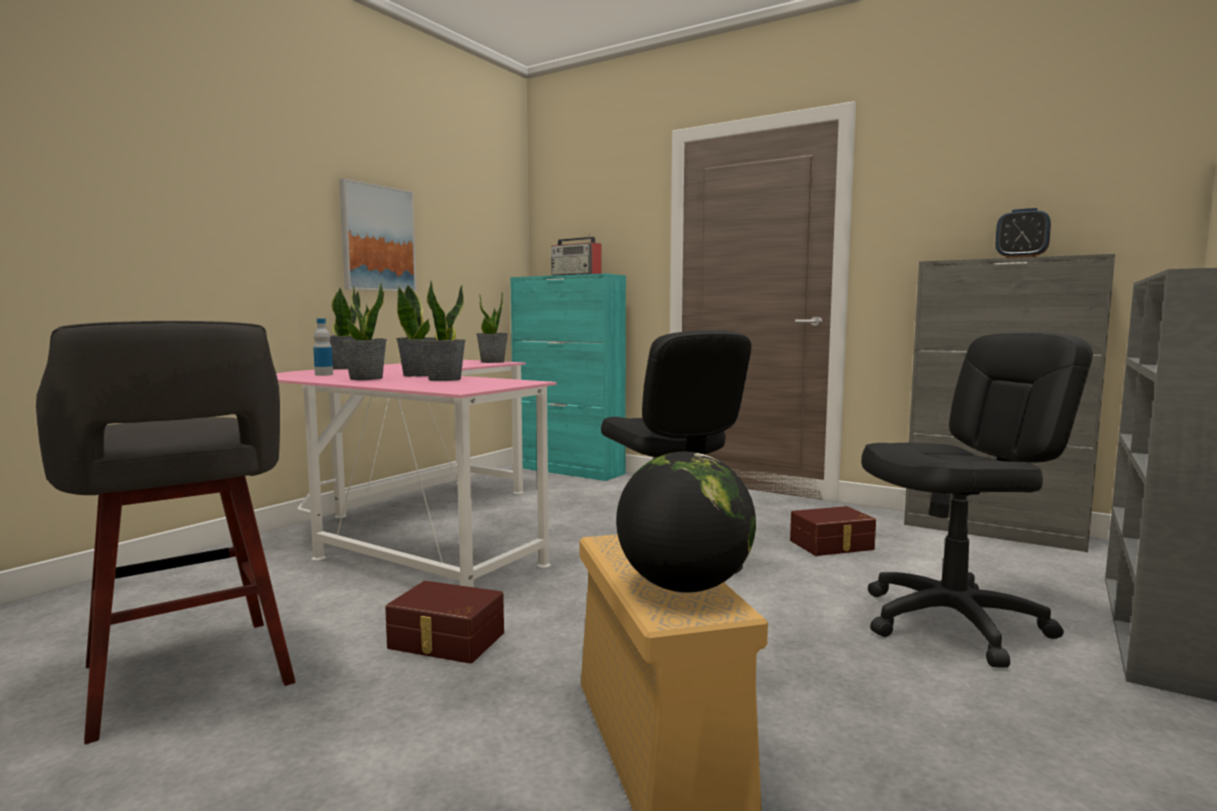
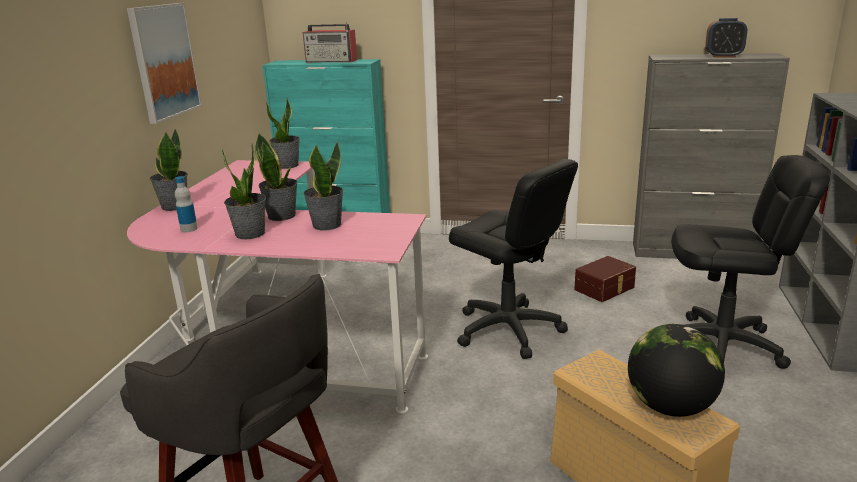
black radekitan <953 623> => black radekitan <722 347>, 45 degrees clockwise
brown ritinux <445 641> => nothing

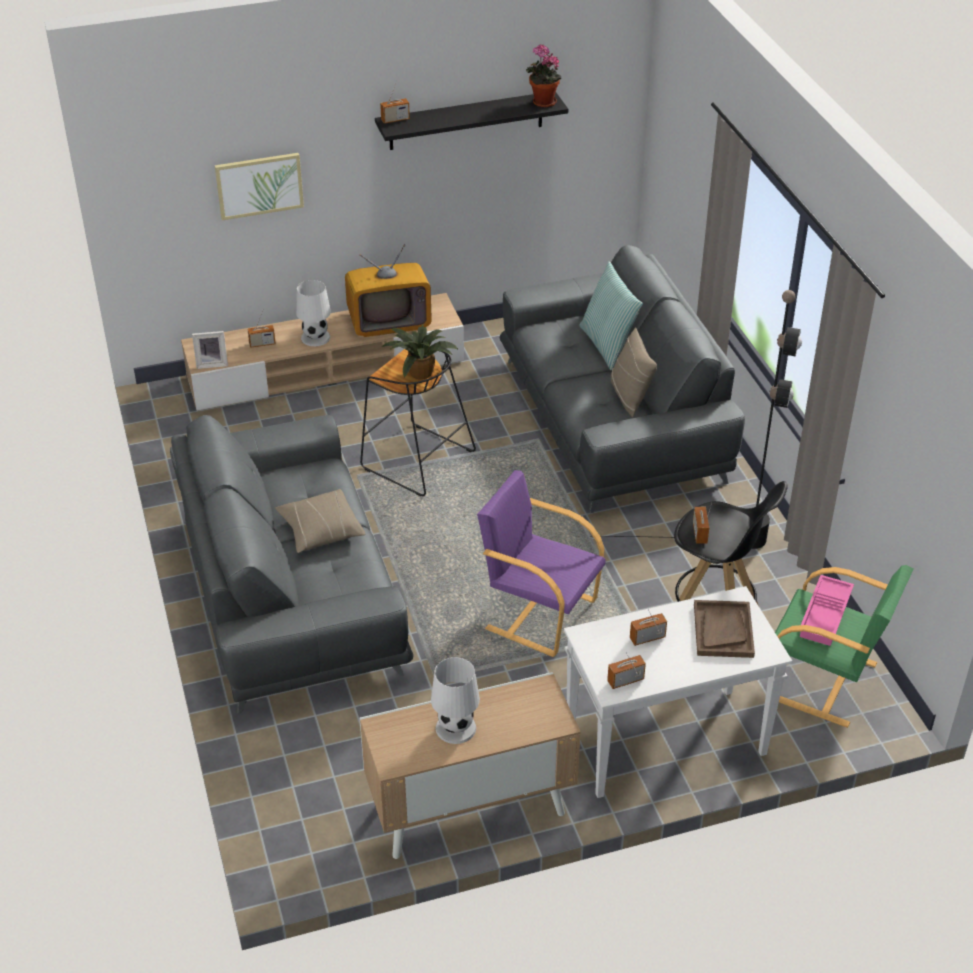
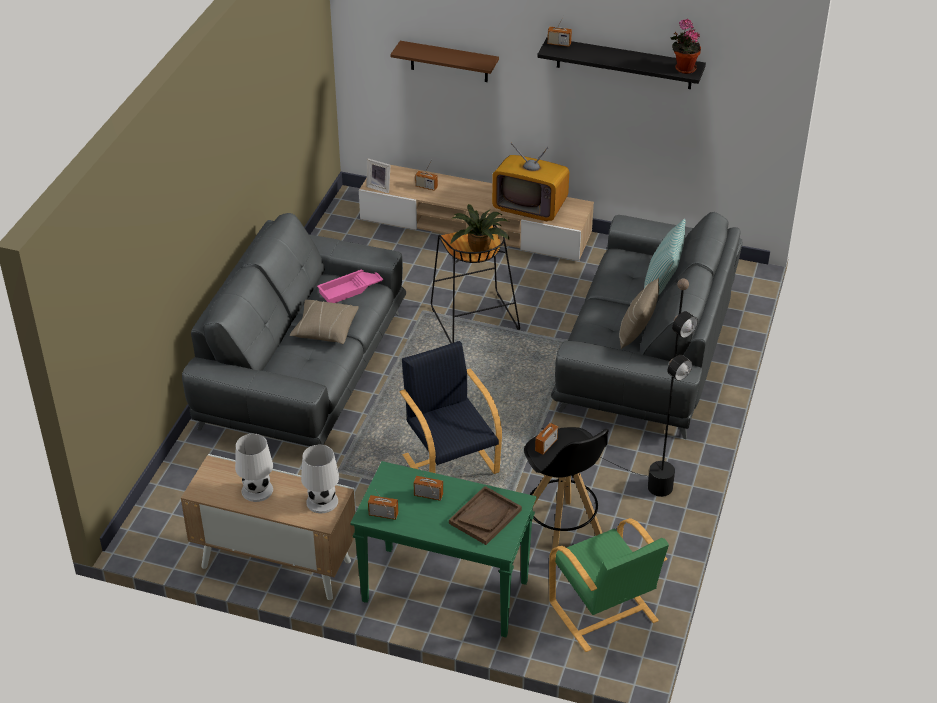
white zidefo <315 337> => white zidefo <321 501>, shifted
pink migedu <826 615> => pink migedu <350 289>, shifted
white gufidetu <664 744> => green gufidetu <443 592>
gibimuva <259 185> => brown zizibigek <449 62>
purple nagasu <539 613> => black nagasu <450 463>

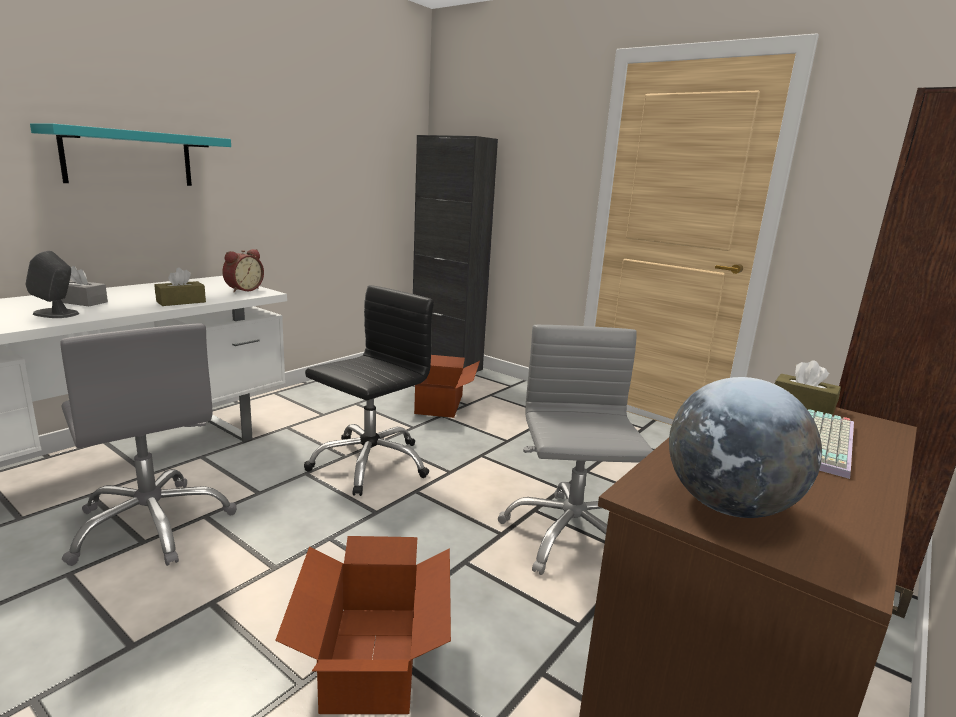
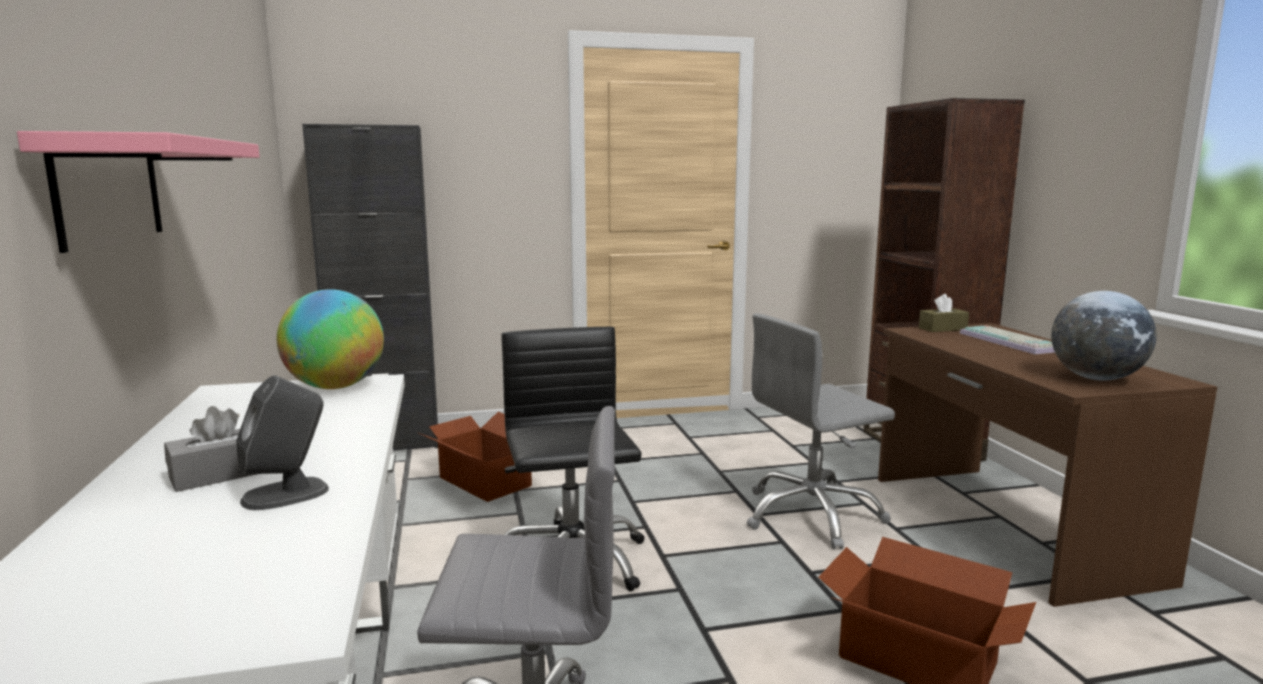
turquoise zizibigek <128 158> => pink zizibigek <109 190>
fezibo <243 289> => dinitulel <335 387>
grey radekitan <570 535> => grey radekitan <812 515>, 60 degrees counterclockwise
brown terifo <181 302> => nothing

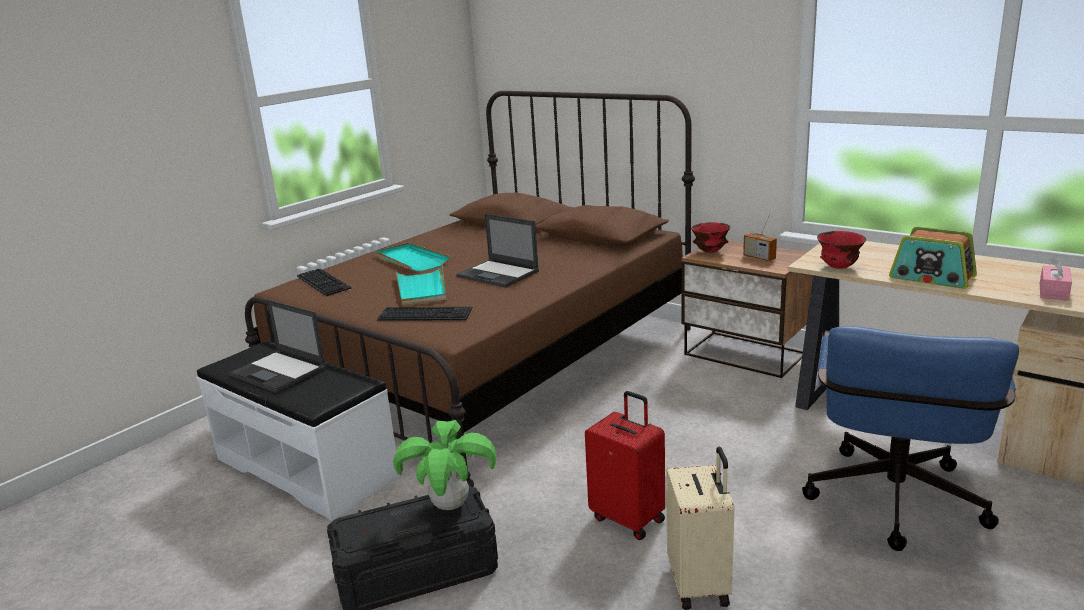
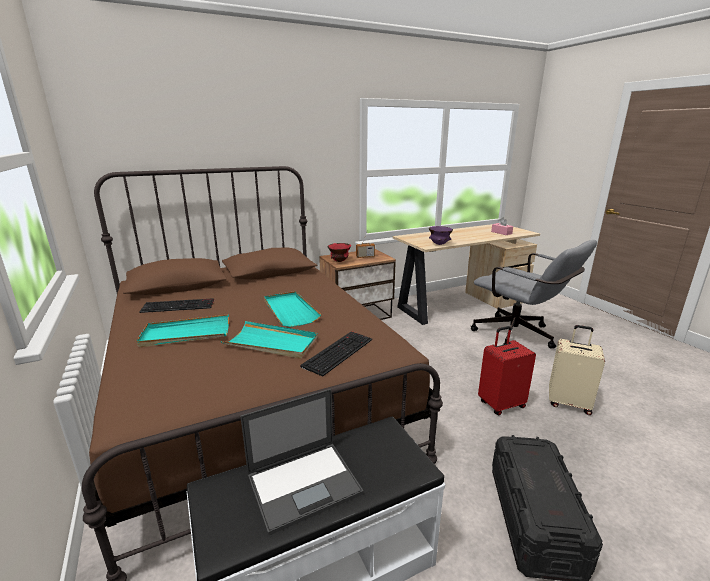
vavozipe <325 282> => vavozipe <179 305>, shifted
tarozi <498 274> => turquoise migedu <290 311>
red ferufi <839 268> => purple ferufi <439 244>
blue radekitan <893 507> => grey radekitan <520 337>
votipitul <450 505> => nothing
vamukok <931 277> => nothing

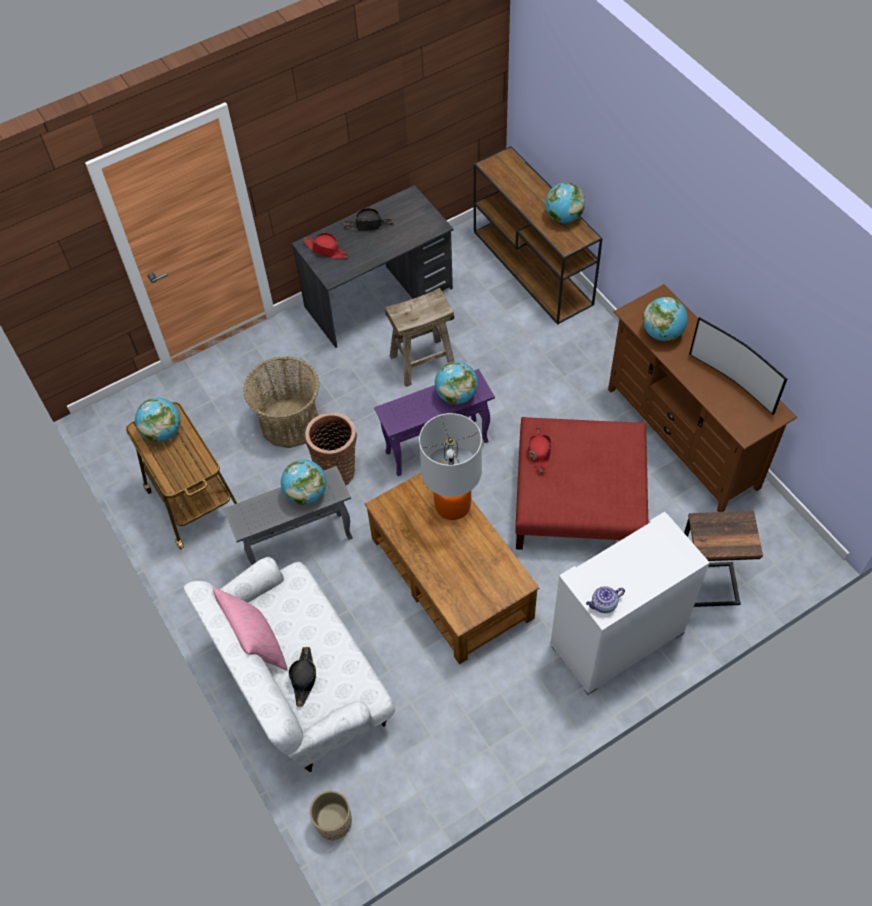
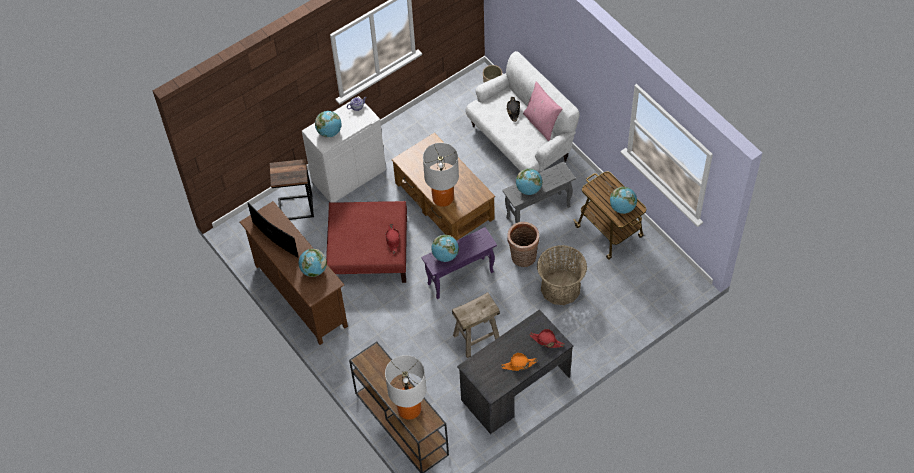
dinitulel <563 217> => dinitulel <329 132>, shifted
nothing => zidefo <409 409>
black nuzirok <369 225> => orange nuzirok <519 364>

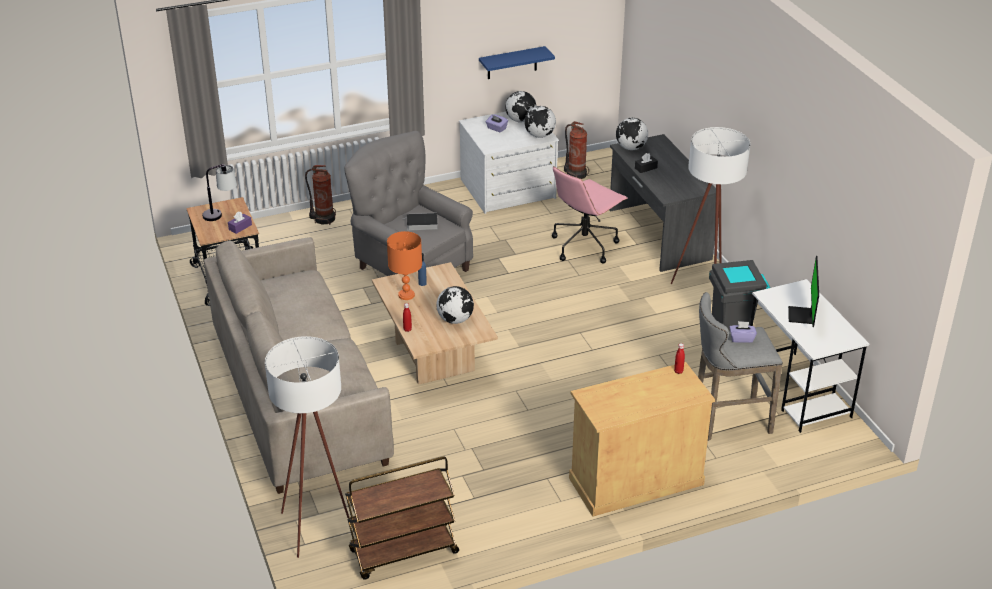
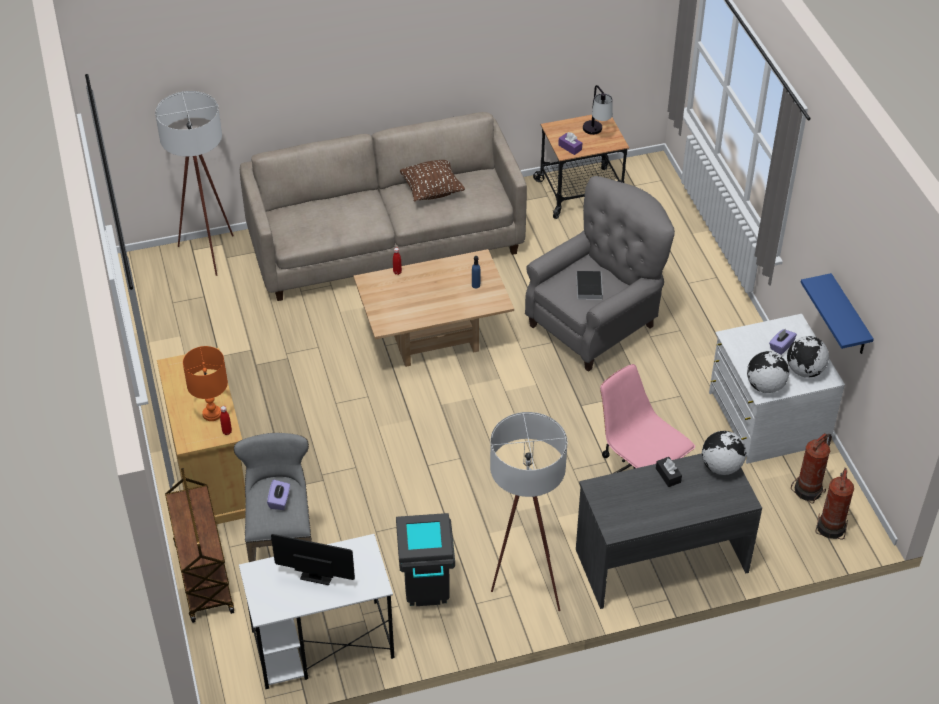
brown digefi <403 552> => brown digefi <203 577>, shifted
orange zidefo <406 295> => orange zidefo <212 413>, shifted
nothing => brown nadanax <432 190>
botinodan <323 218> => botinodan <831 527>, shifted
dinitulel <455 320> => nothing

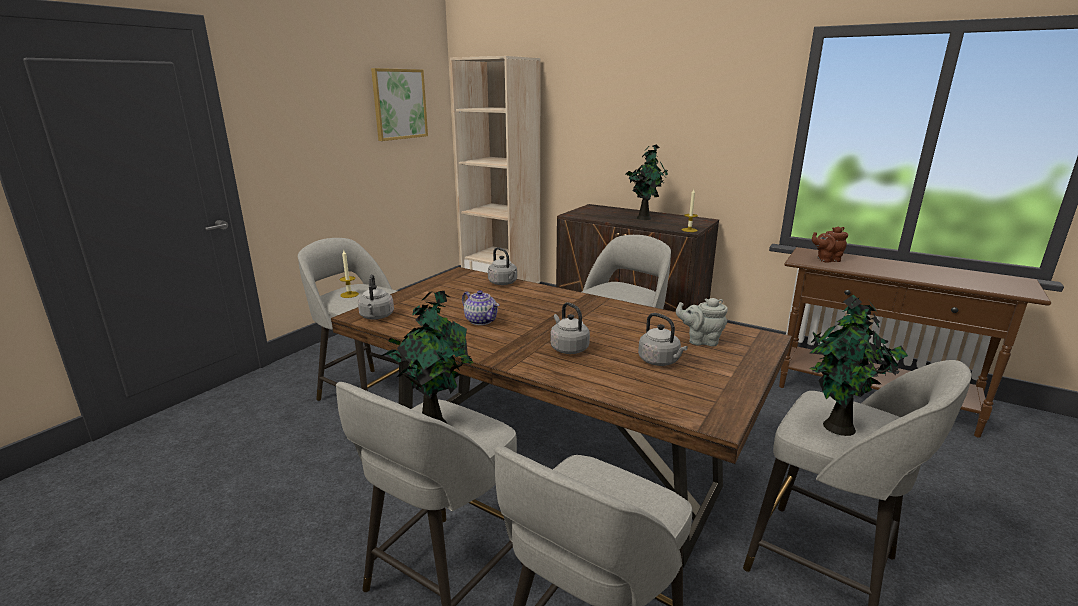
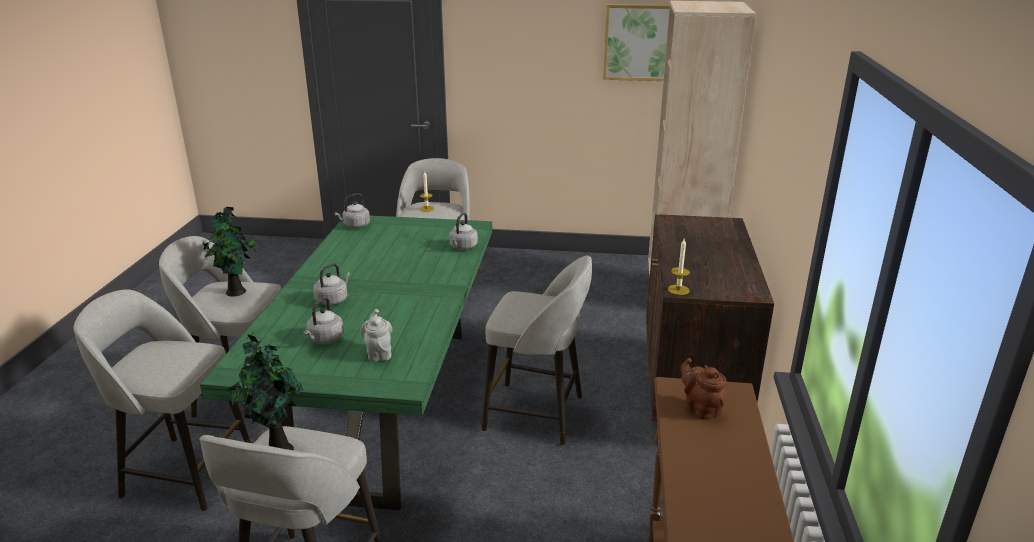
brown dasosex <553 464> => green dasosex <386 407>
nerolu <481 320> => nothing
votipitul <644 218> => nothing

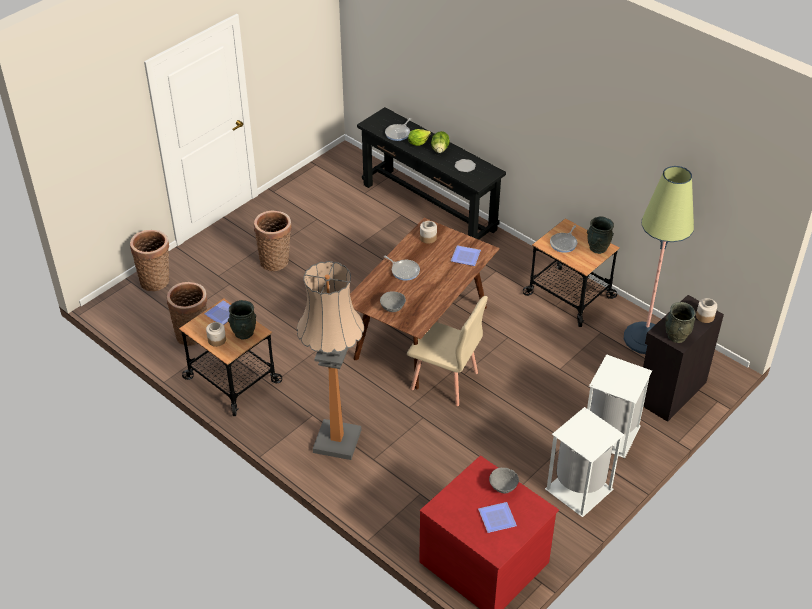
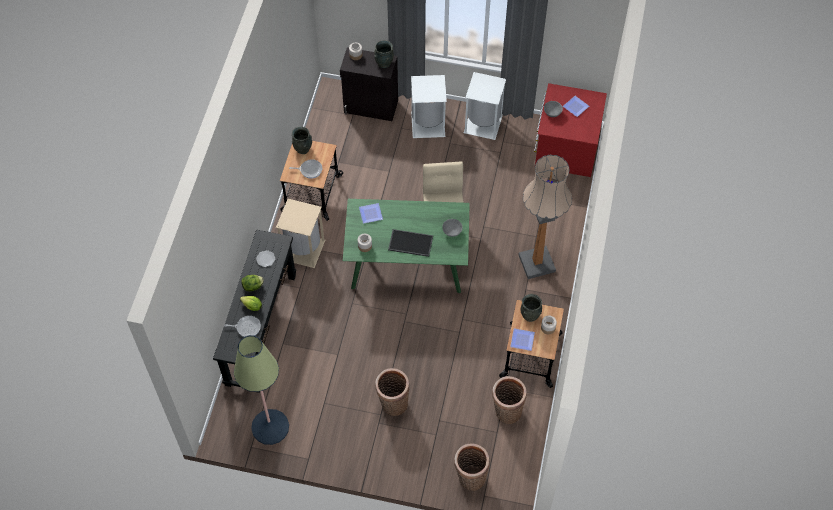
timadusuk <645 338> => timadusuk <270 427>, shifted
nothing => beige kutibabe <303 249>
brown dasosex <422 333> => green dasosex <407 264>
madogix <404 271> => migedu <410 243>

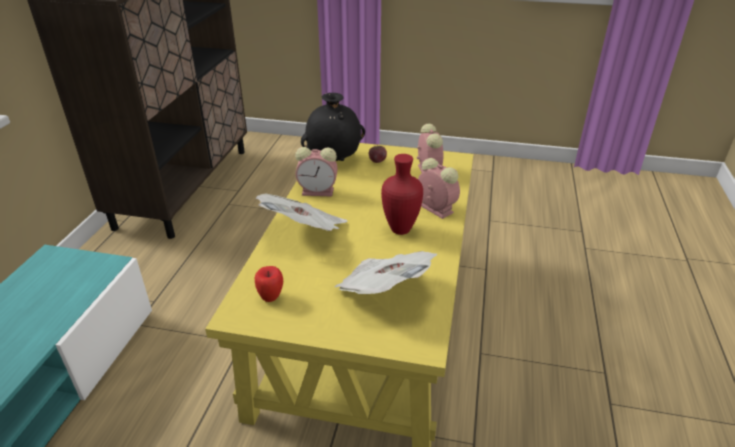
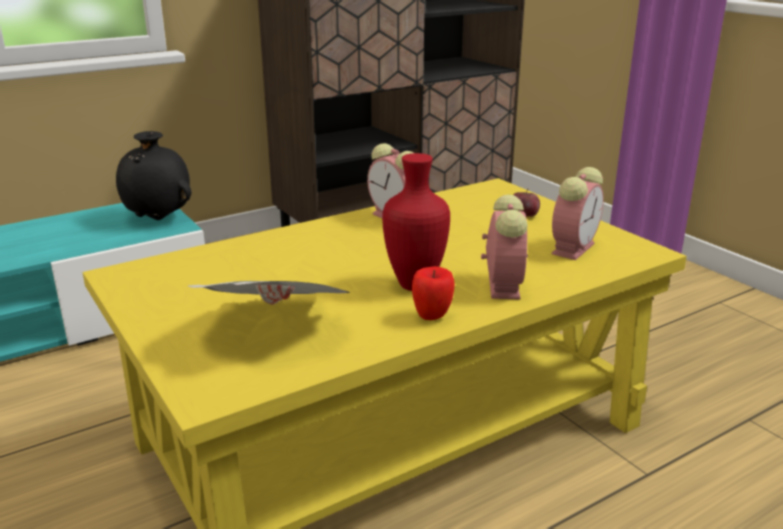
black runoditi <334 159> => black runoditi <159 218>, shifted
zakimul <271 297> => zakimul <432 317>, shifted
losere <305 231> => nothing

